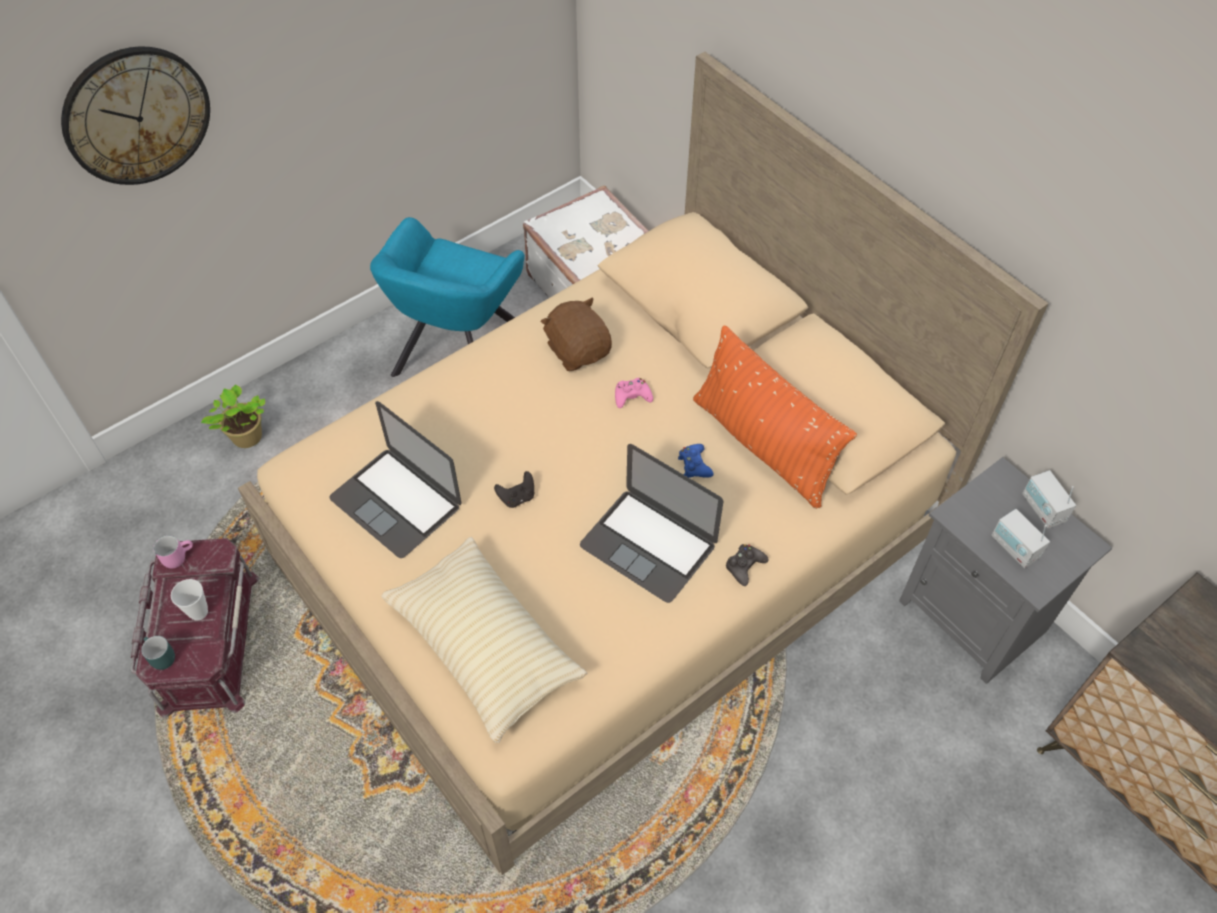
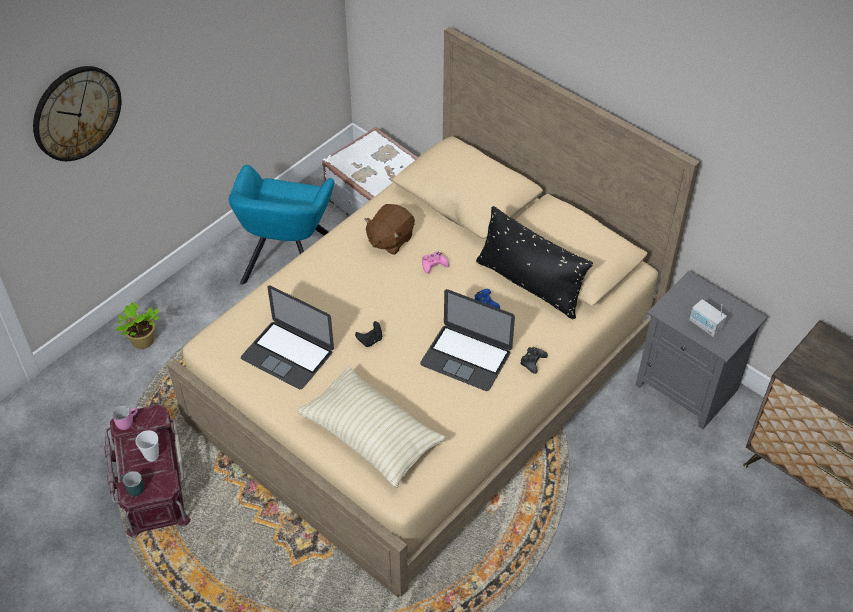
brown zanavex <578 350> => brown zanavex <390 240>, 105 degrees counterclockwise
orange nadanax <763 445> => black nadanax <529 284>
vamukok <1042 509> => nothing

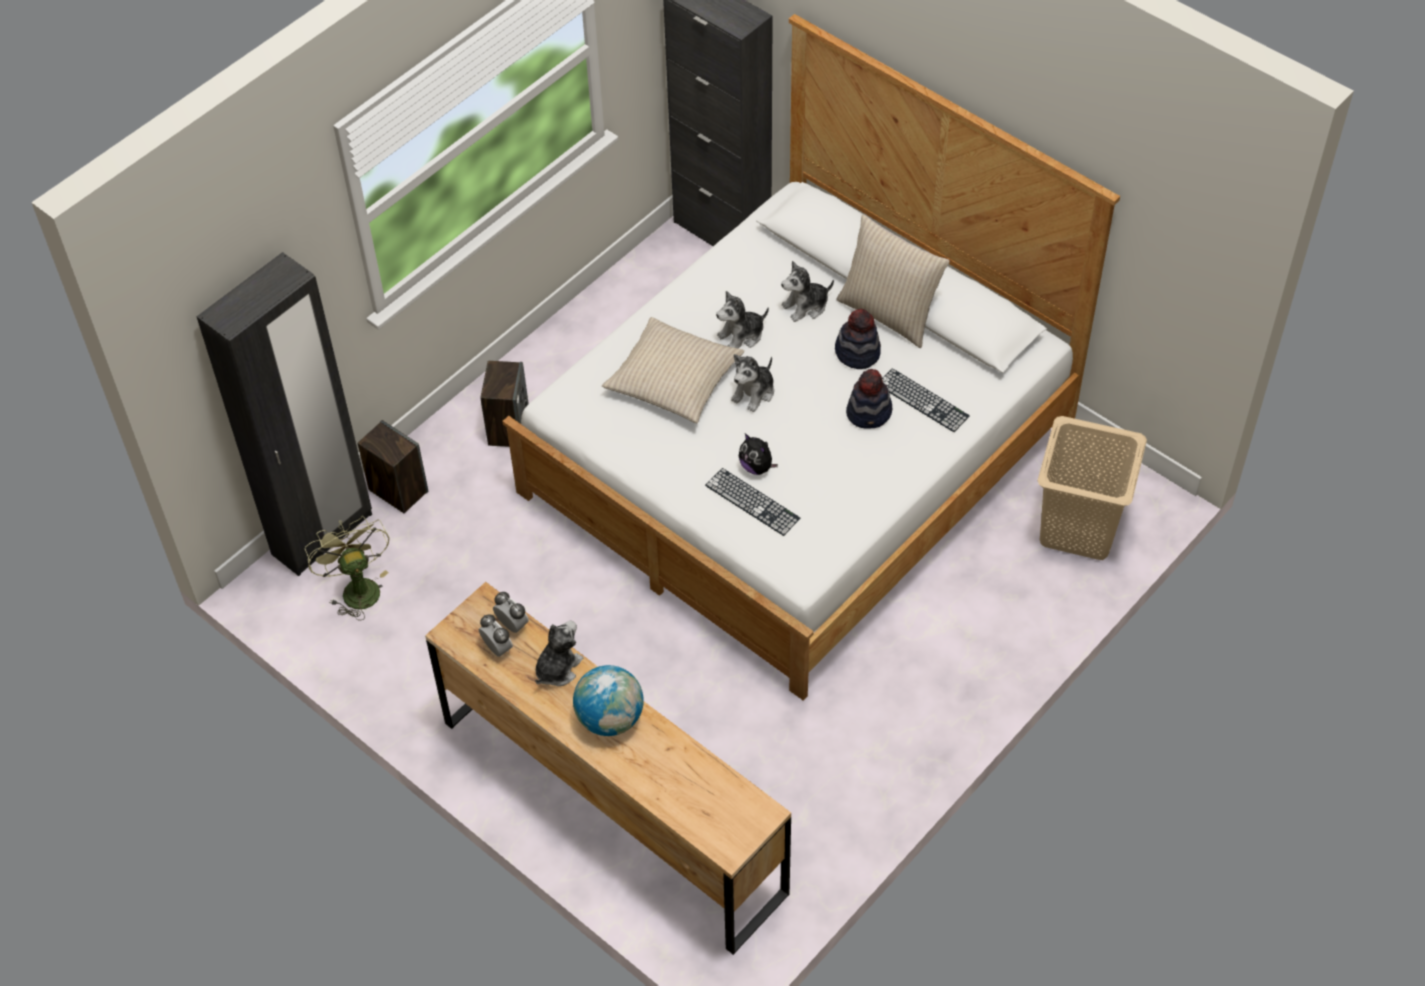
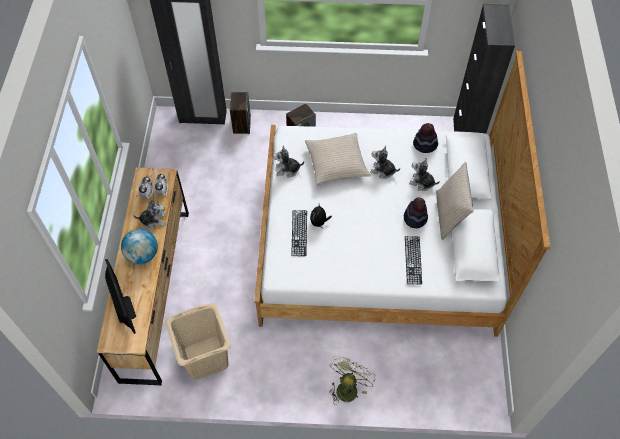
nothing => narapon <124 309>
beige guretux <1079 529> => beige guretux <205 358>, shifted
zanavex <754 393> => zanavex <287 170>, shifted
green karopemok <356 588> => green karopemok <348 387>, shifted
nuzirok <869 413> => nuzirok <425 145>, shifted

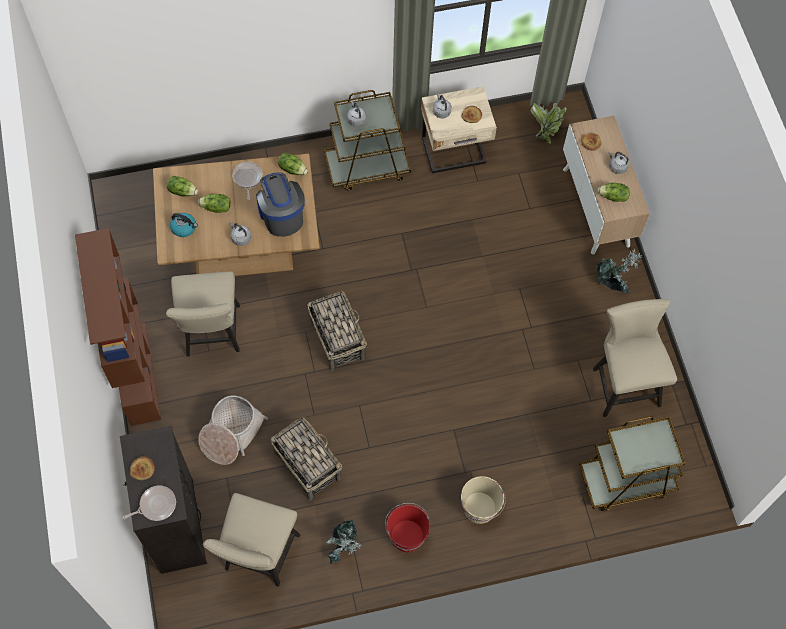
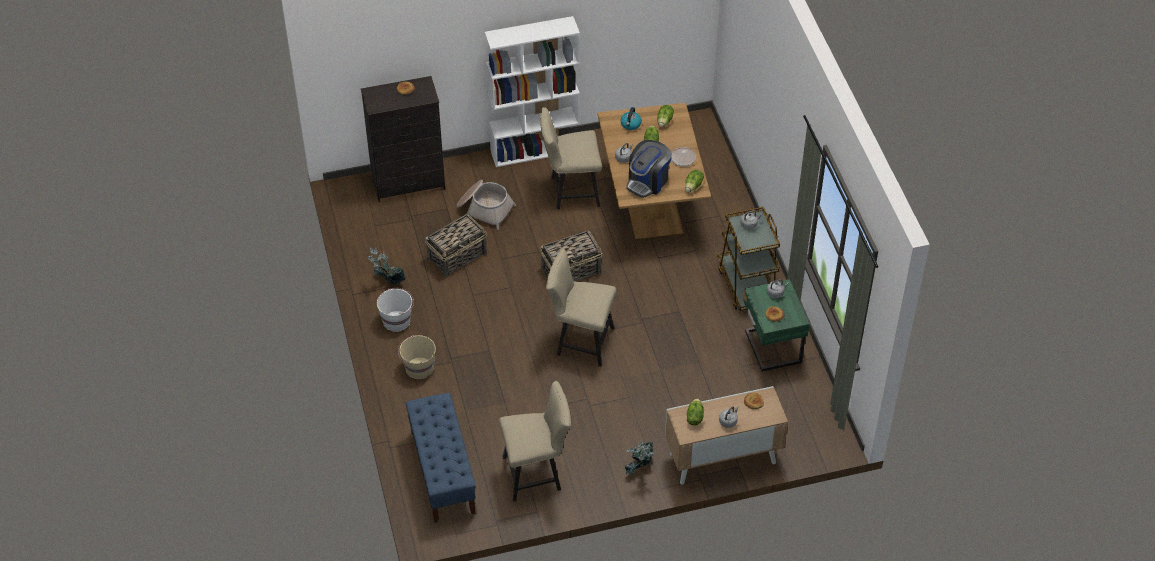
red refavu <406 535> => white refavu <397 320>
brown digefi <626 480> => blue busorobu <442 472>
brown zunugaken <137 373> => white zunugaken <535 150>
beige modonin <259 557> => beige modonin <580 341>, shifted
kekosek <281 214> => kekosek <648 181>, 150 degrees clockwise
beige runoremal <454 152> => green runoremal <771 348>
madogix <156 505> => nothing
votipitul <546 128> => nothing

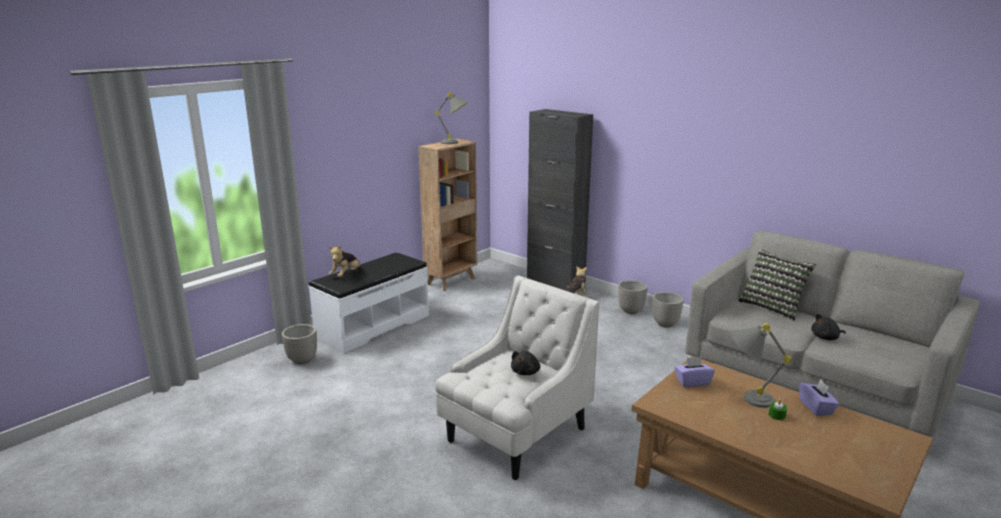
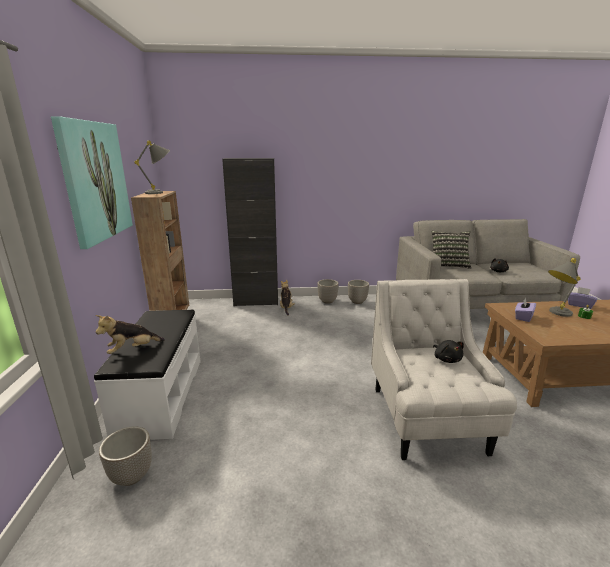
nothing => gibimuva <95 181>
zanavex <346 275> => zanavex <132 350>, 75 degrees clockwise

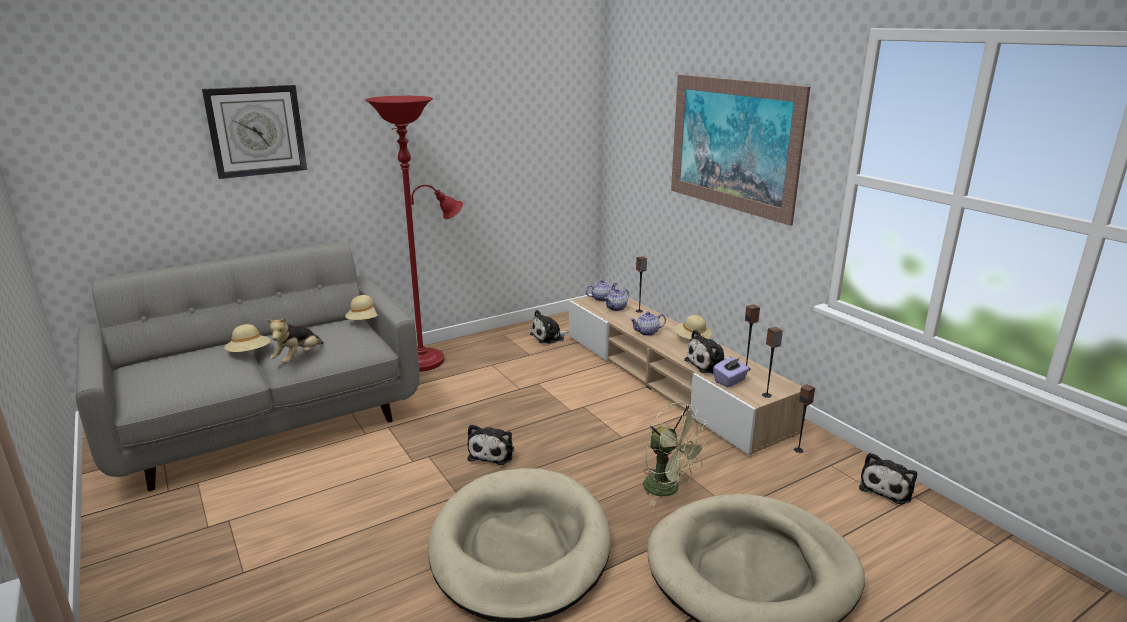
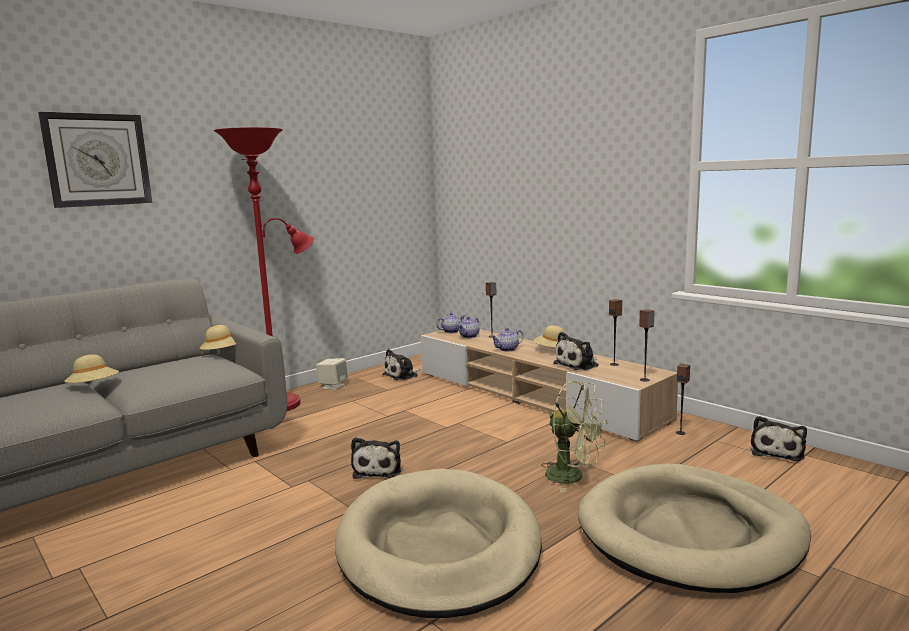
nothing => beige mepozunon <333 386>
zanavex <298 358> => nothing
gibimuva <732 145> => nothing
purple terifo <730 381> => nothing

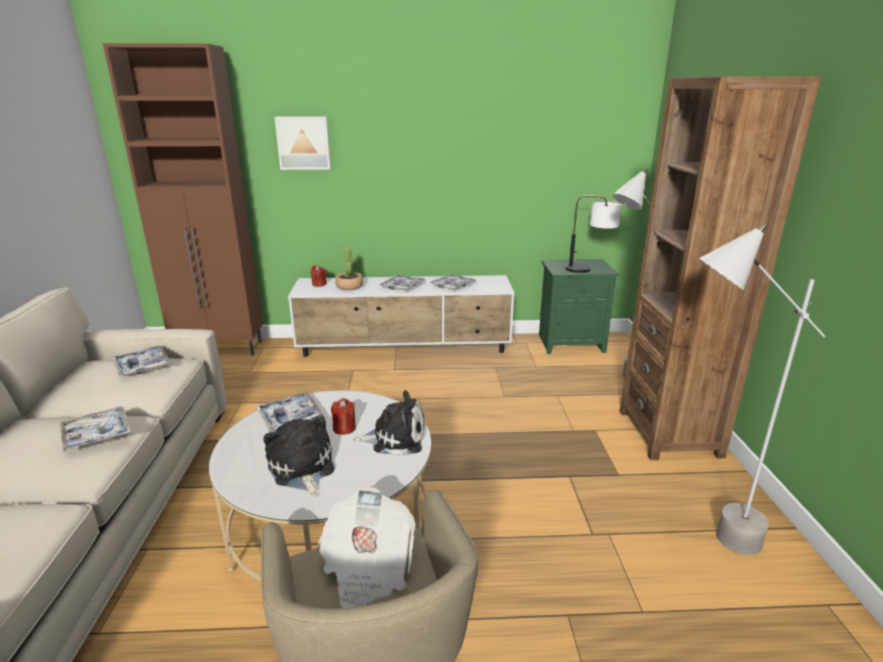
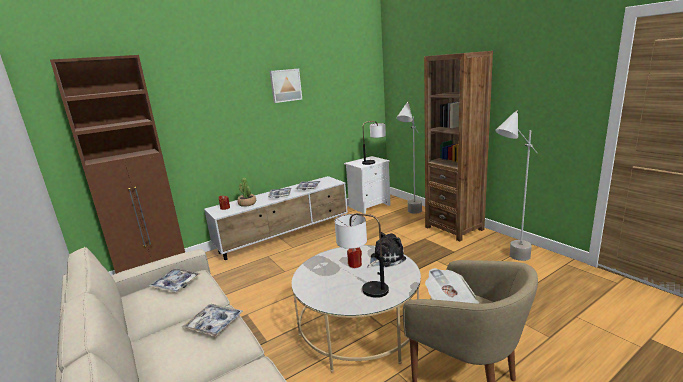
gibimuva <304 143> => gibimuva <285 85>, shifted
zanavex <302 469> => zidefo <363 287>
green runoremal <571 343> => white runoremal <369 206>
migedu <291 419> => nothing

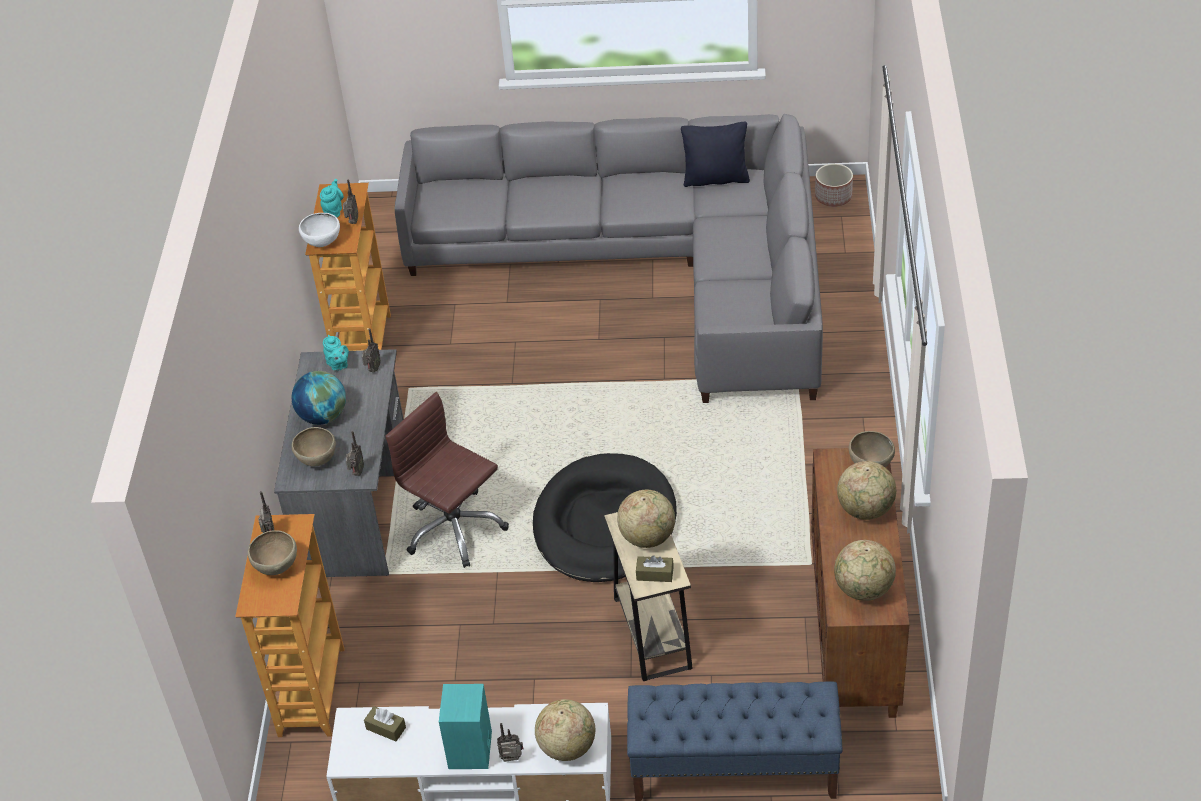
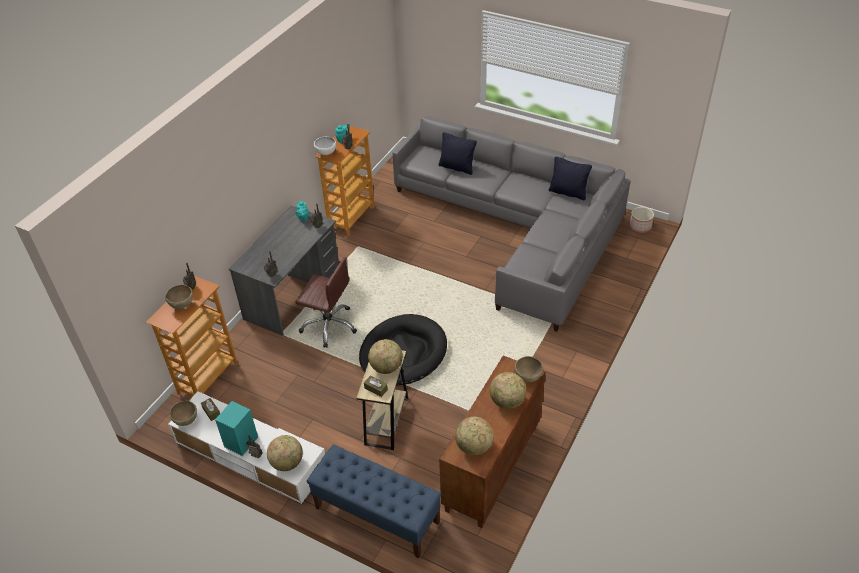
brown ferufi <317 460> => brown ferufi <186 420>, shifted
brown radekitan <454 529> => brown radekitan <329 325>, 135 degrees clockwise
nothing => black nadanax <457 167>
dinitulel <323 416> => nothing

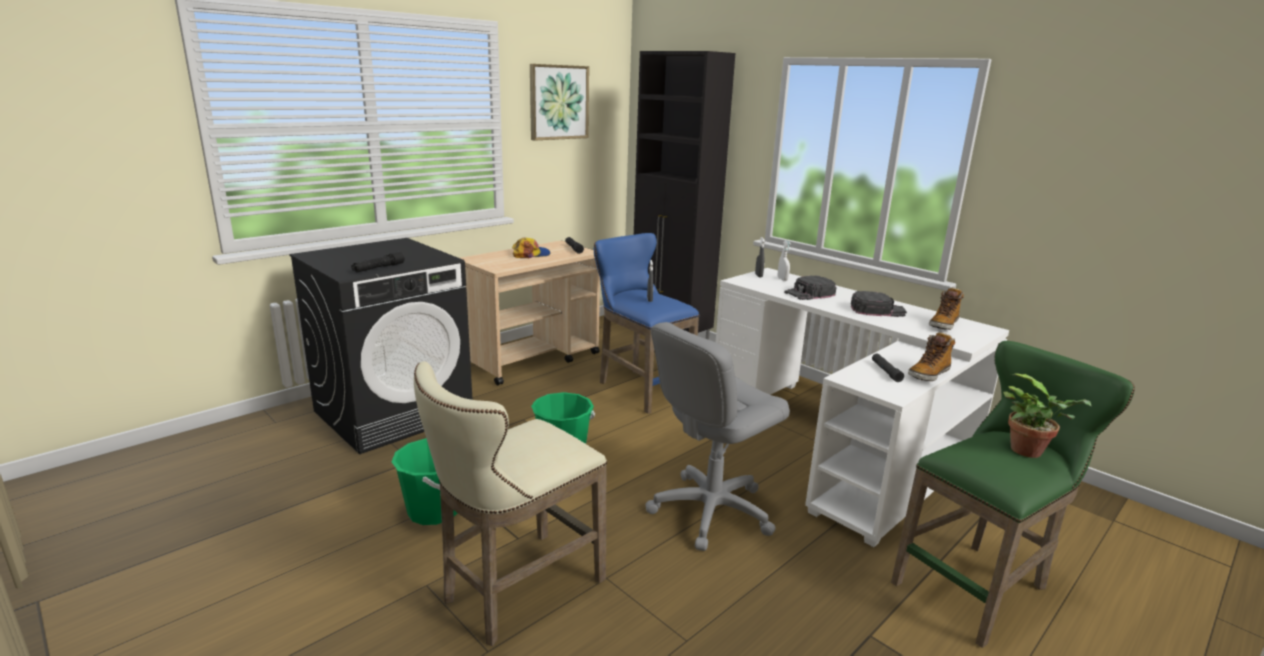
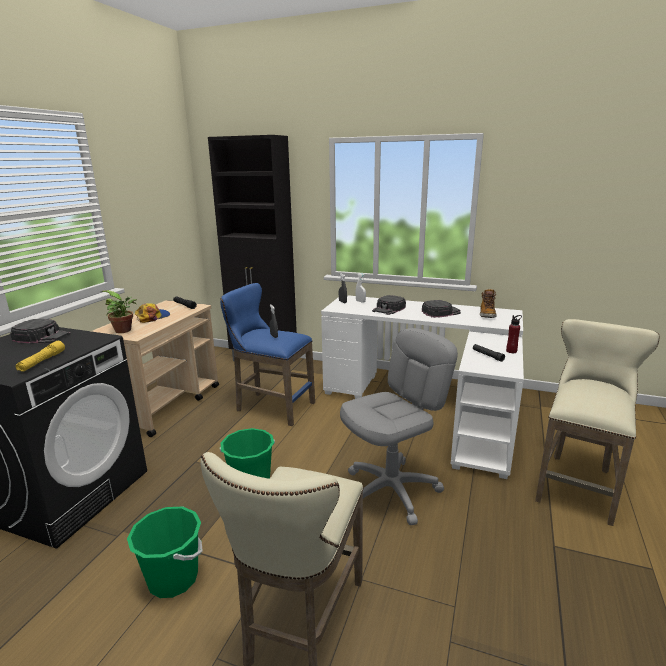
nothing => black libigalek <42 336>
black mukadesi <379 268> => yellow mukadesi <42 361>
votipitul <1030 452> => votipitul <125 331>, shifted
grey radekitan <710 511> => grey radekitan <392 490>, 150 degrees counterclockwise
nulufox <929 374> => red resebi <511 351>
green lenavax <978 586> => beige lenavax <578 483>
gibimuva <558 102> => nothing

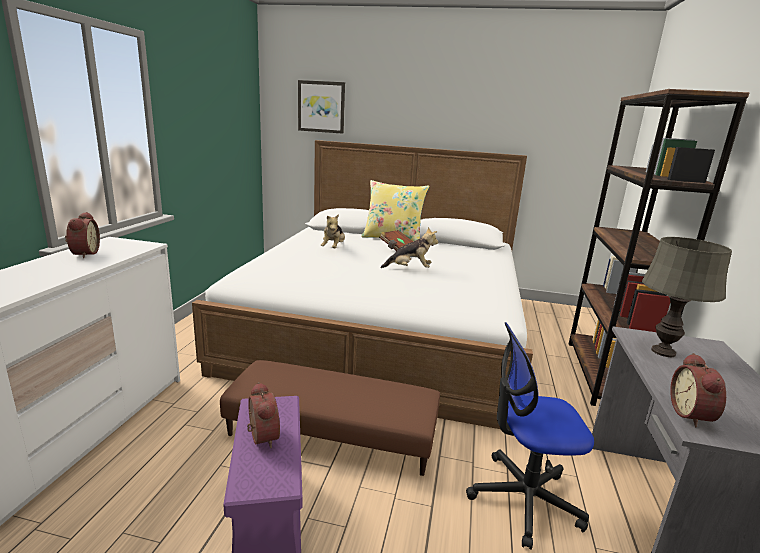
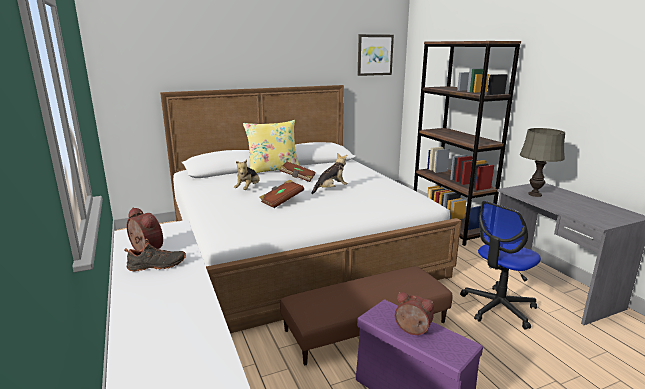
nothing => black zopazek <157 266>
zanavex <333 248> => zanavex <248 189>, 45 degrees clockwise
nothing => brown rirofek <281 201>
gibimuva <321 107> => gibimuva <374 55>, shifted
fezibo <693 415> => nothing

